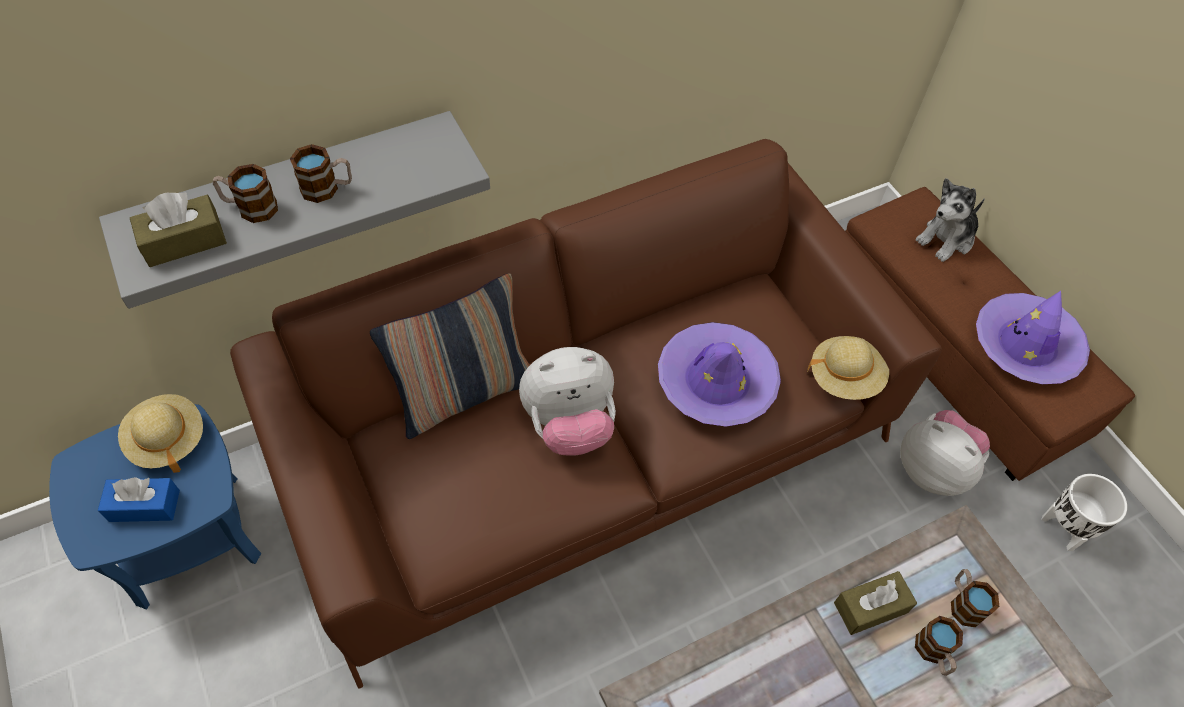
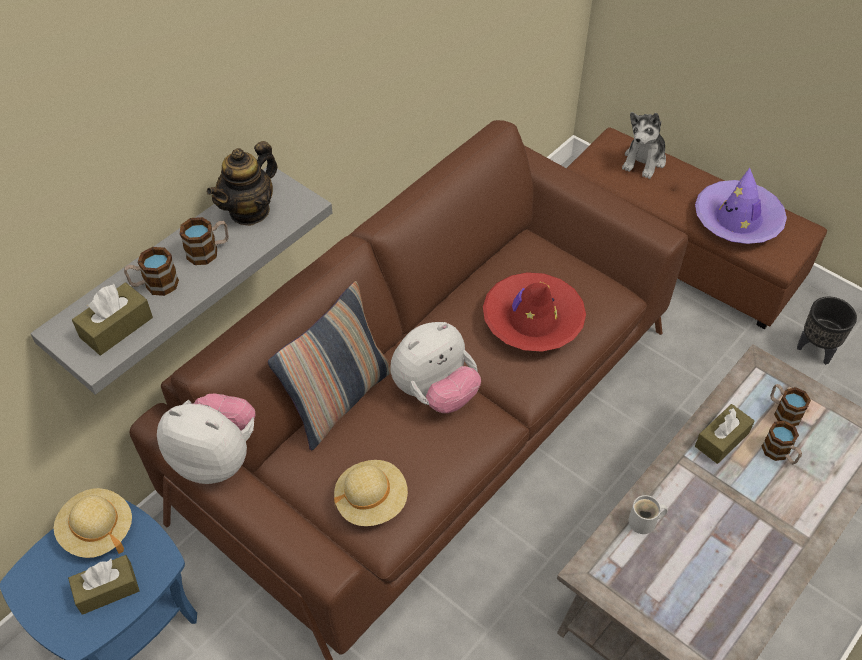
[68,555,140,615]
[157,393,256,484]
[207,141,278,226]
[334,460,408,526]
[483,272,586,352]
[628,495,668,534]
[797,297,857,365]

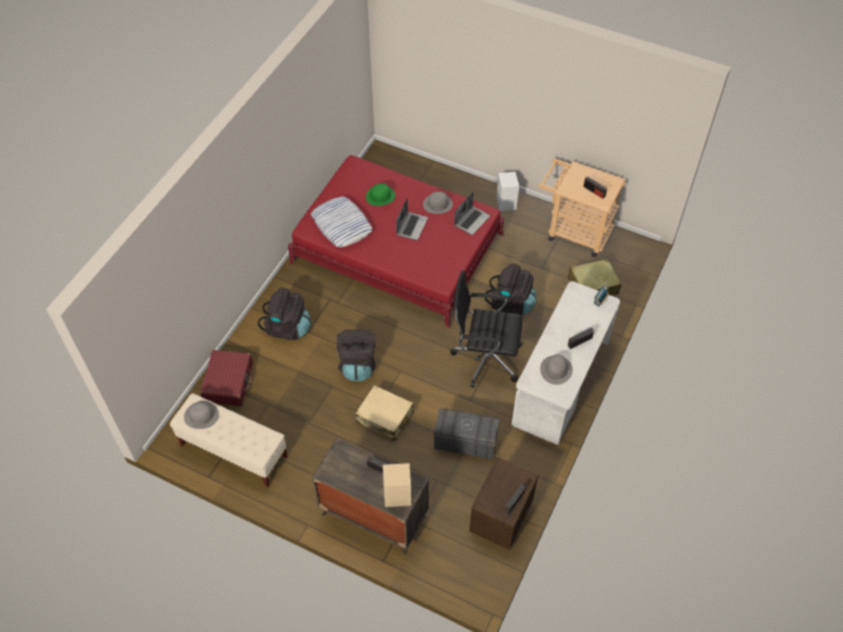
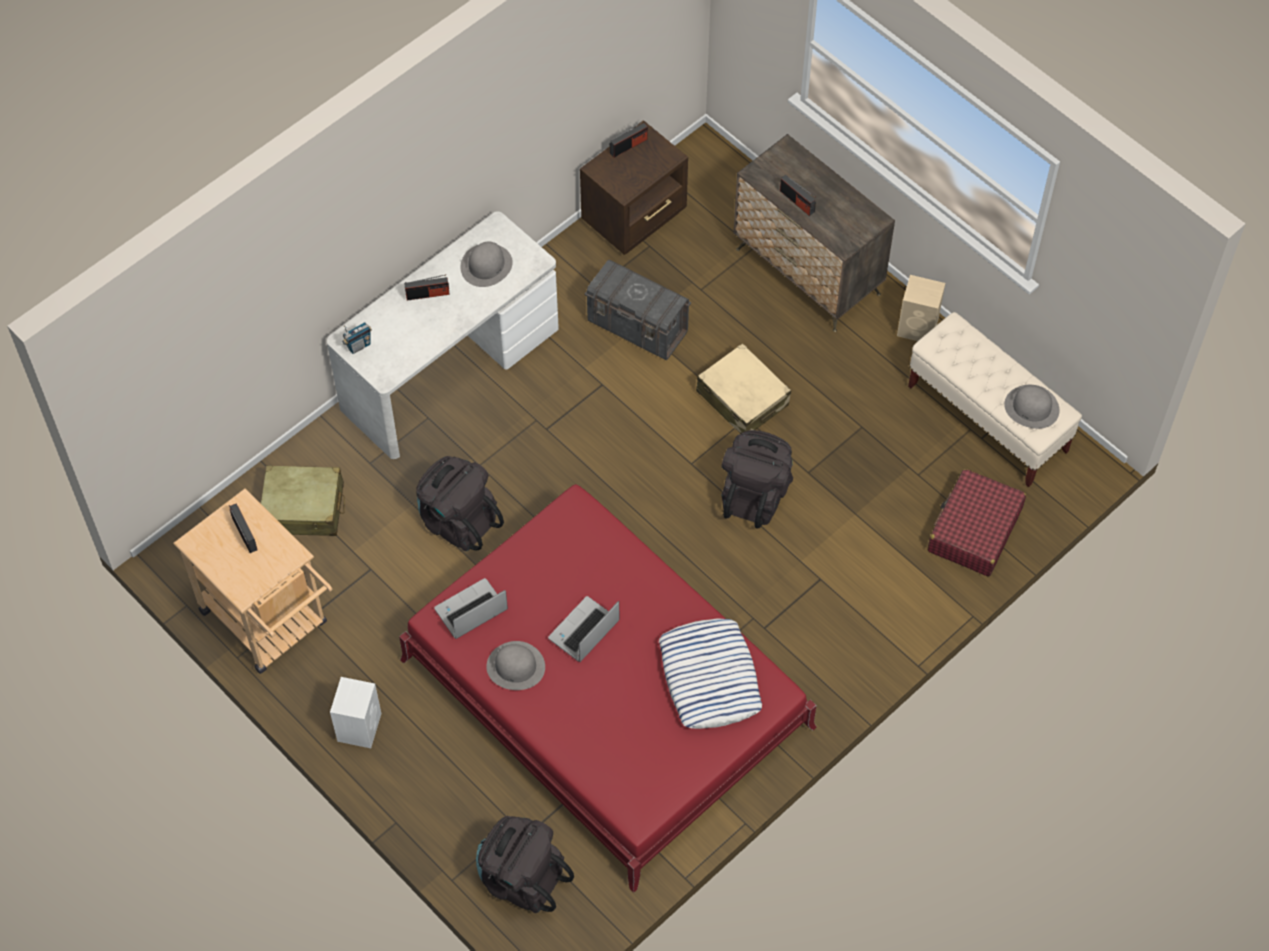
[476,816,574,913]
[897,275,945,341]
[366,183,395,206] (first image)
[450,270,523,387] (first image)

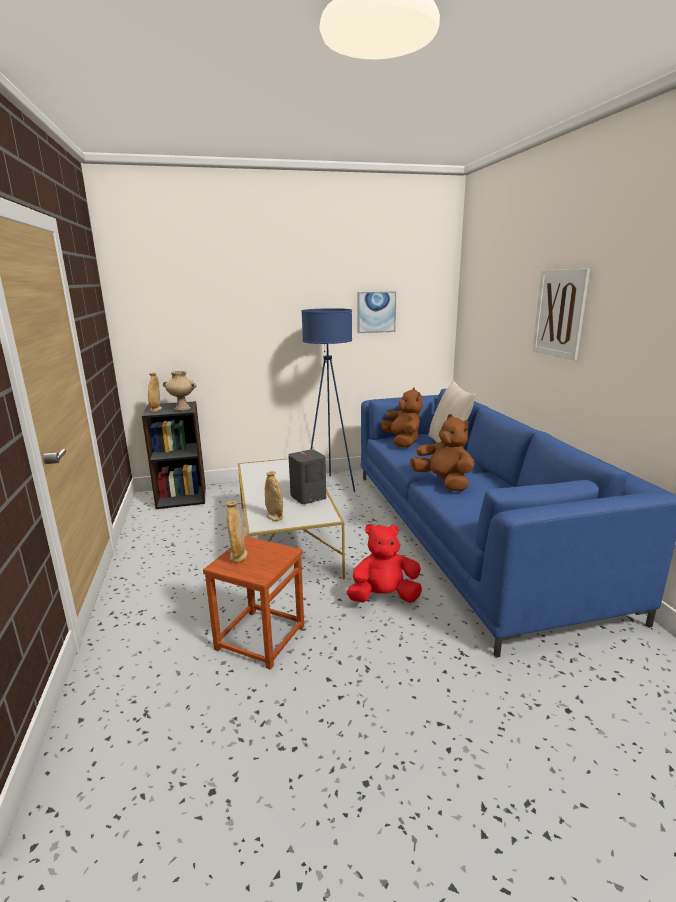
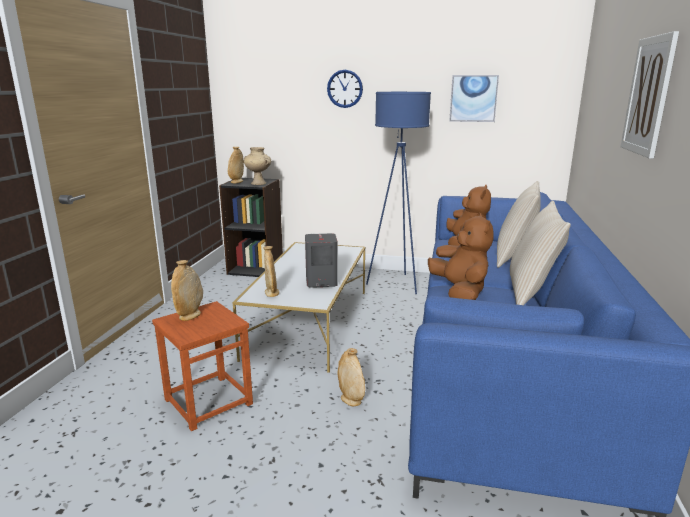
[327,70,363,108]
[338,348,365,406]
[510,201,571,305]

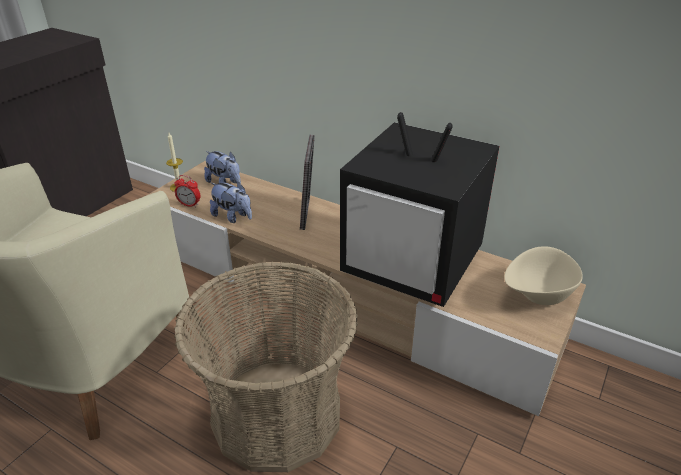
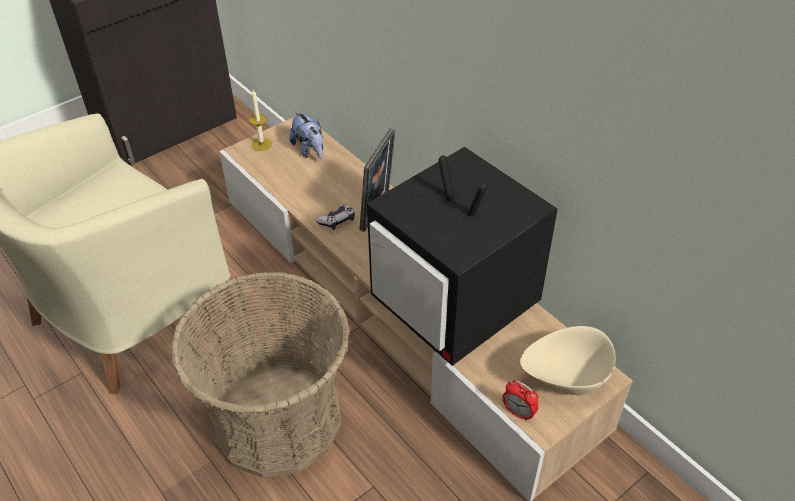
[316,205,355,230]
[502,380,539,421]
[210,182,252,223] (first image)

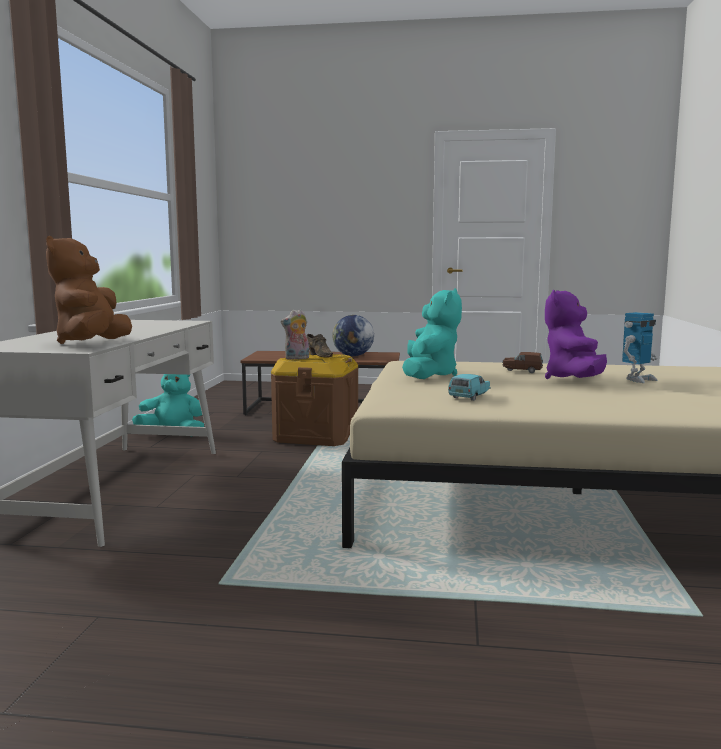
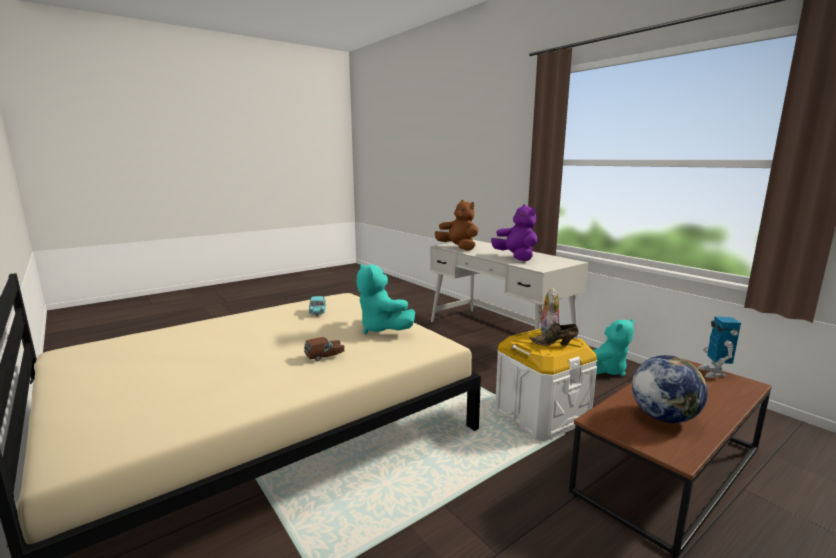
[491,204,538,261]
[495,328,597,440]
[697,316,741,378]

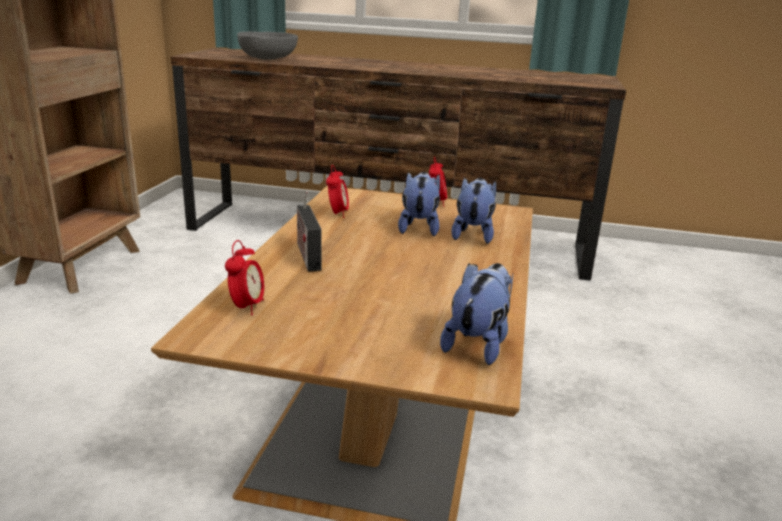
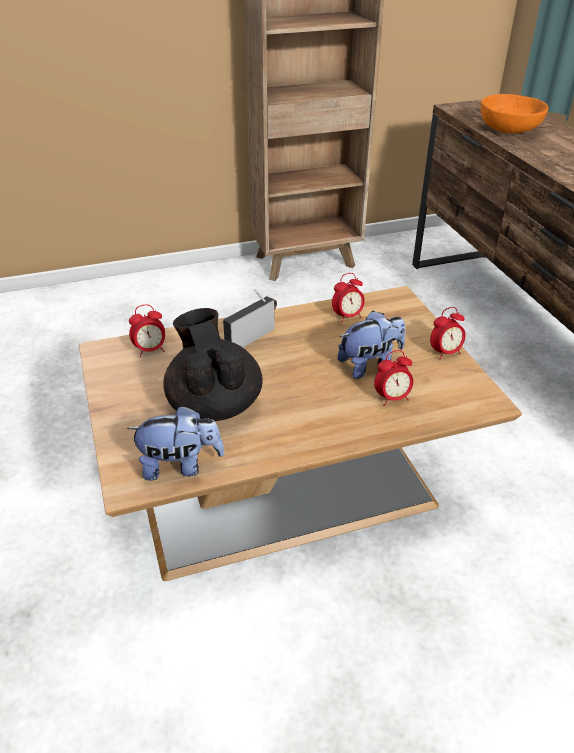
[163,308,263,421]
[374,350,413,406]
[481,94,548,133]

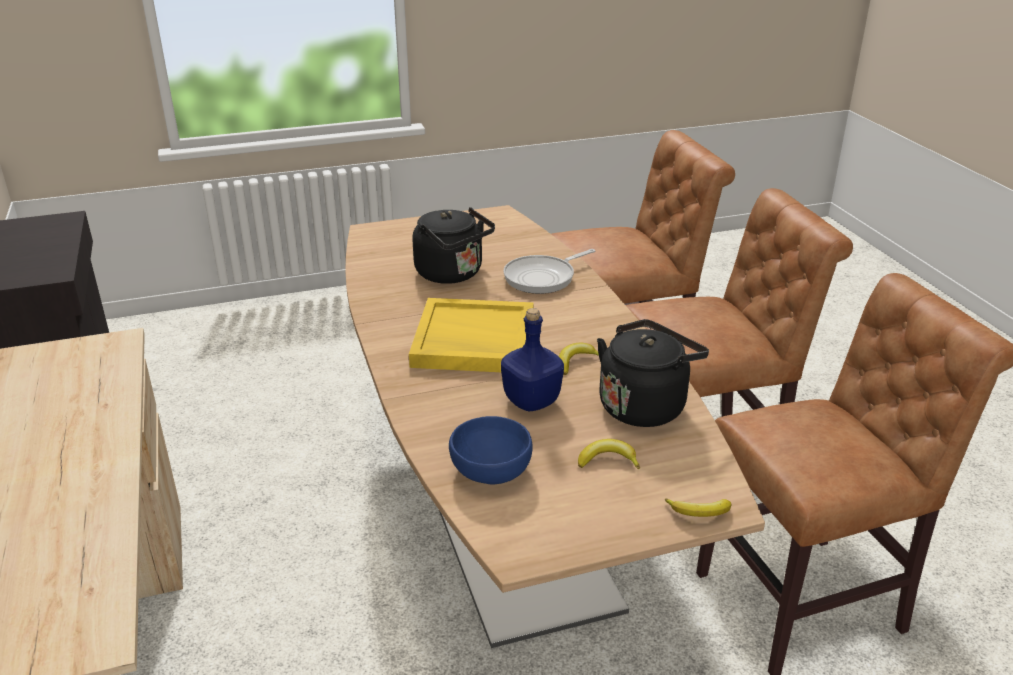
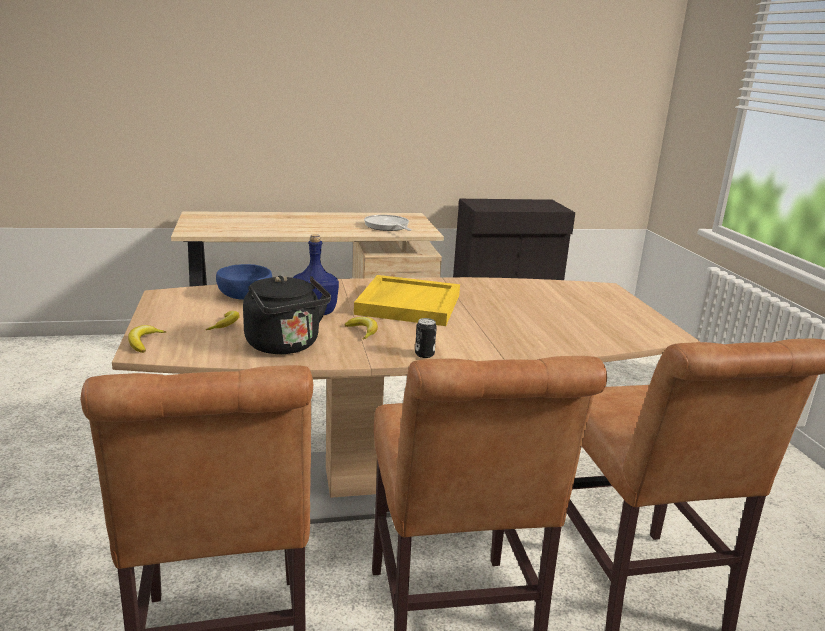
[364,215,412,231]
[415,318,437,358]
[412,207,495,284] (first image)

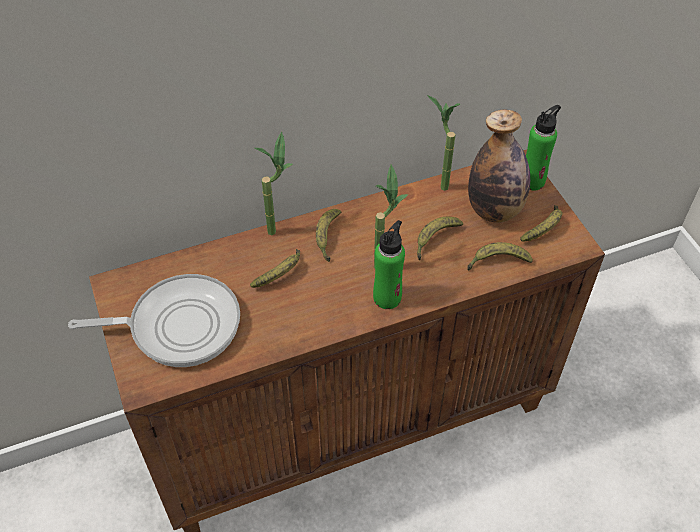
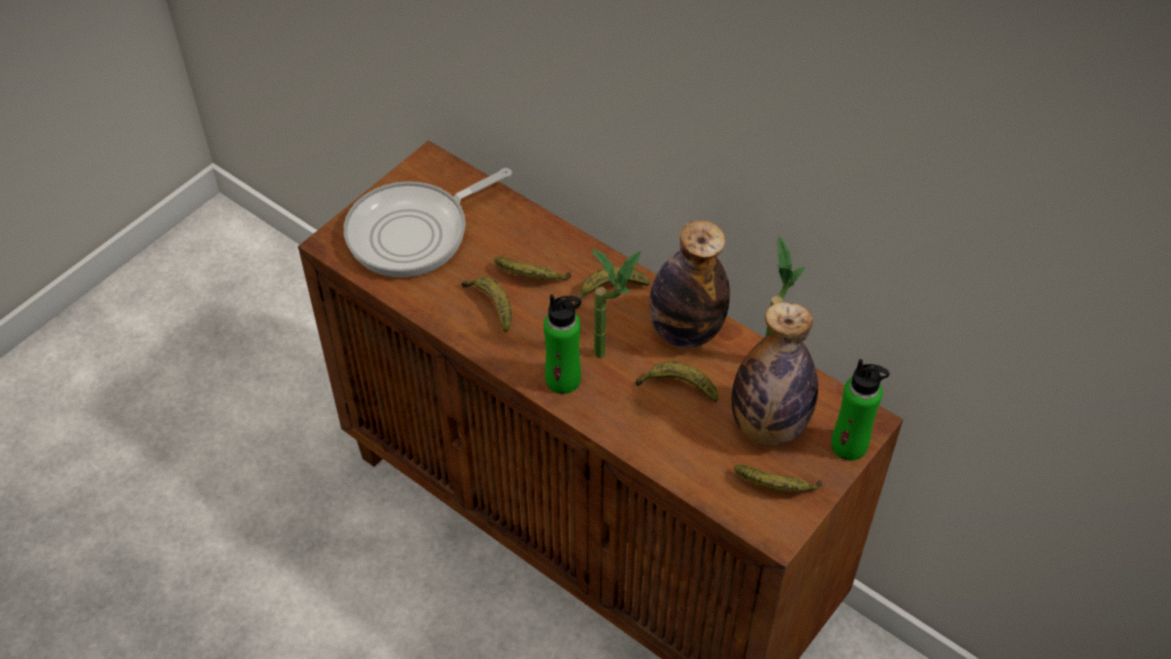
[344,168,512,277]
[461,276,512,332]
[649,220,730,348]
[255,132,293,236] (first image)

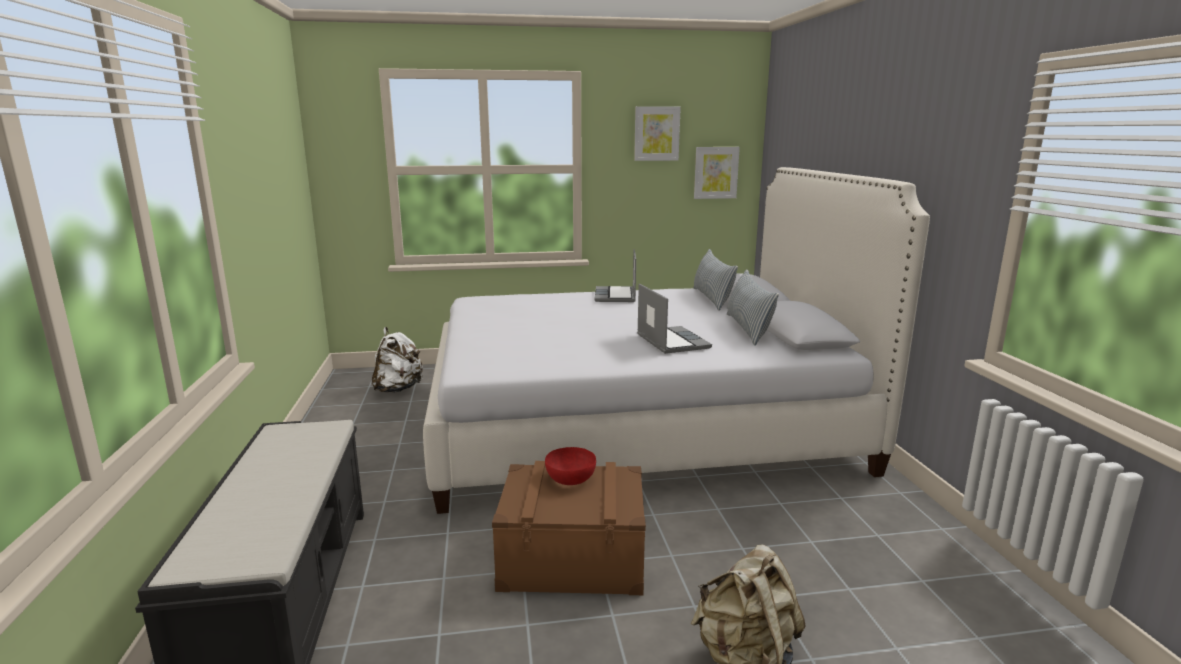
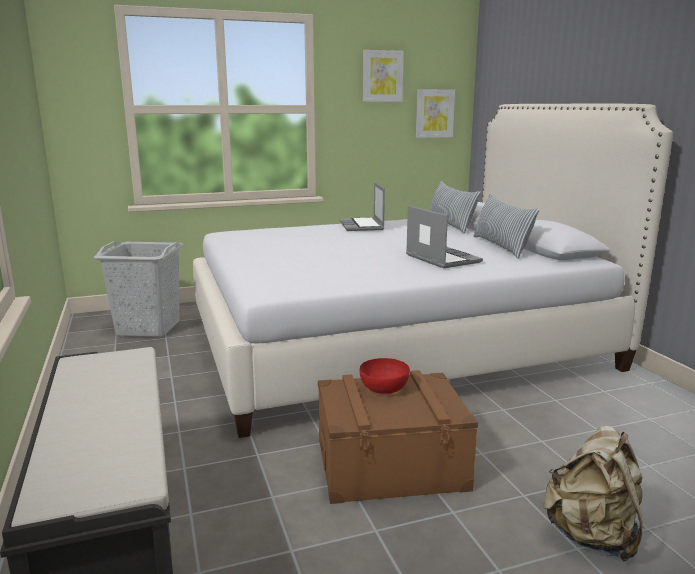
[94,241,184,337]

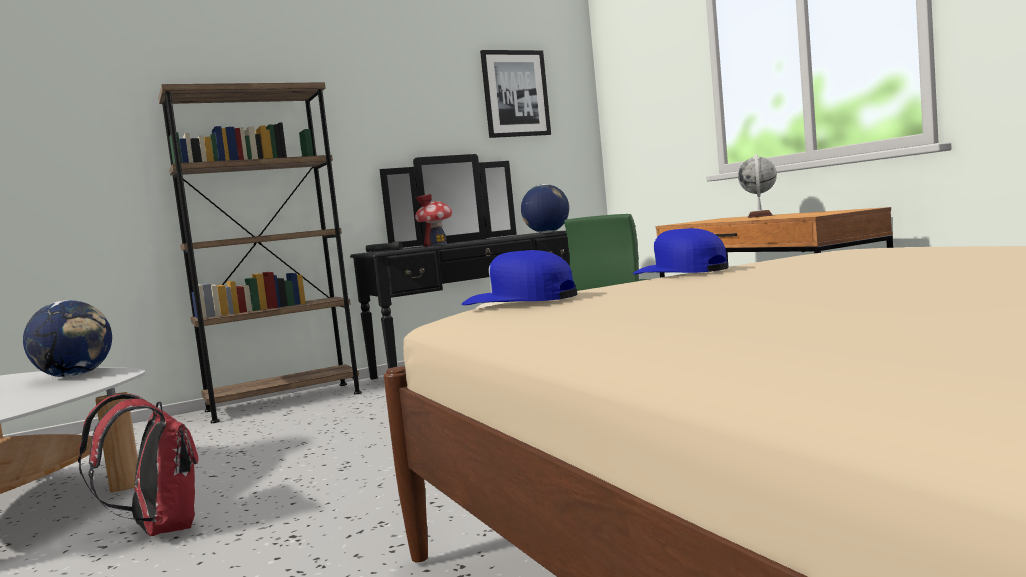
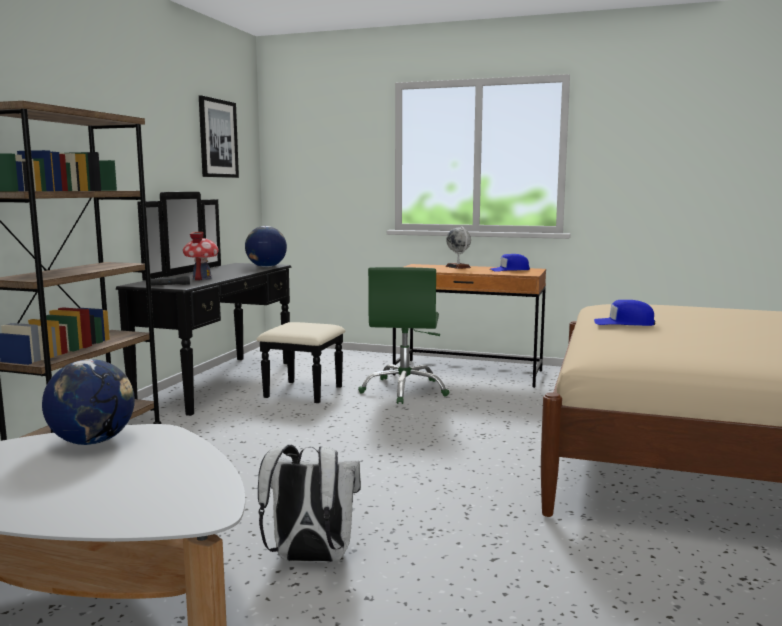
[258,444,361,562]
[490,254,530,272]

